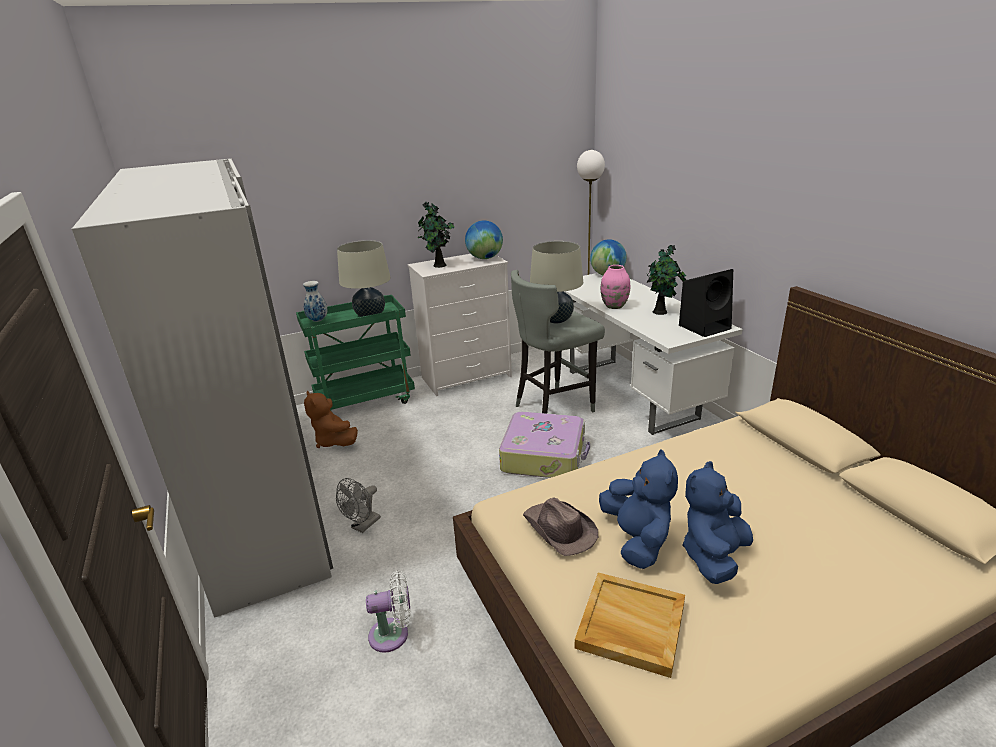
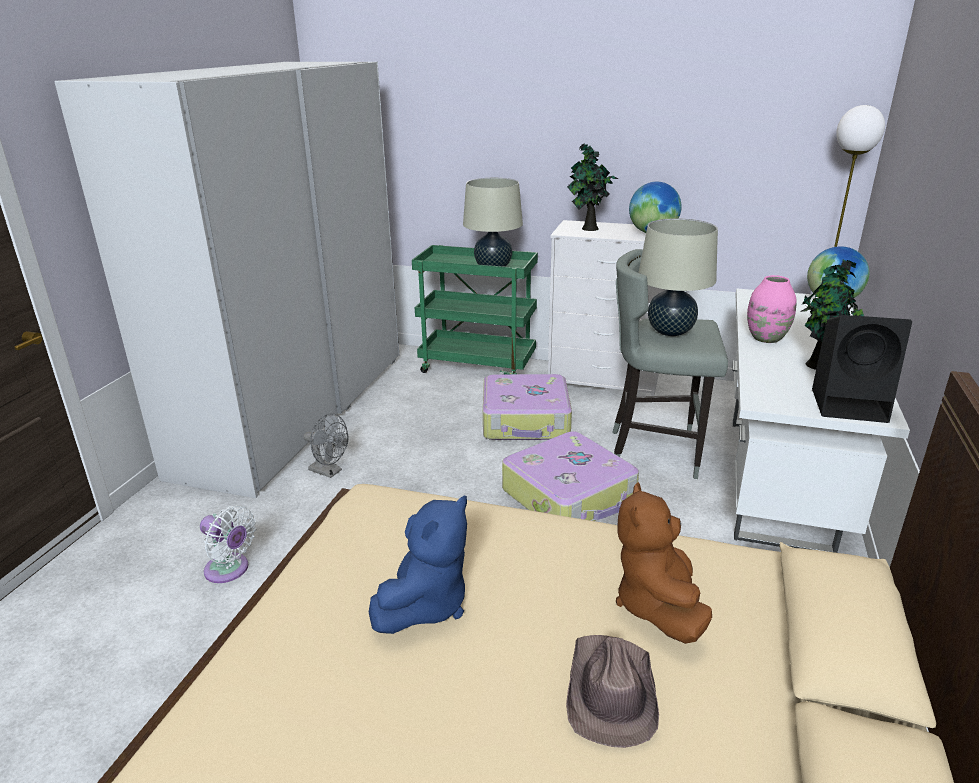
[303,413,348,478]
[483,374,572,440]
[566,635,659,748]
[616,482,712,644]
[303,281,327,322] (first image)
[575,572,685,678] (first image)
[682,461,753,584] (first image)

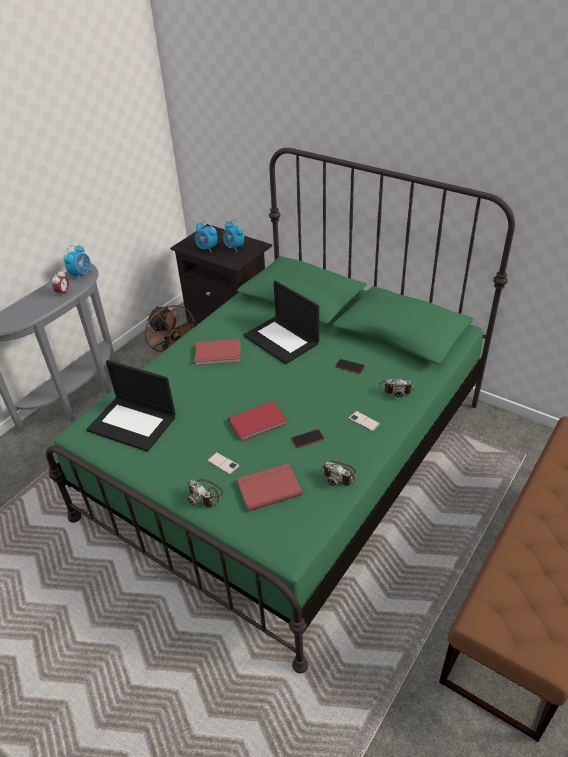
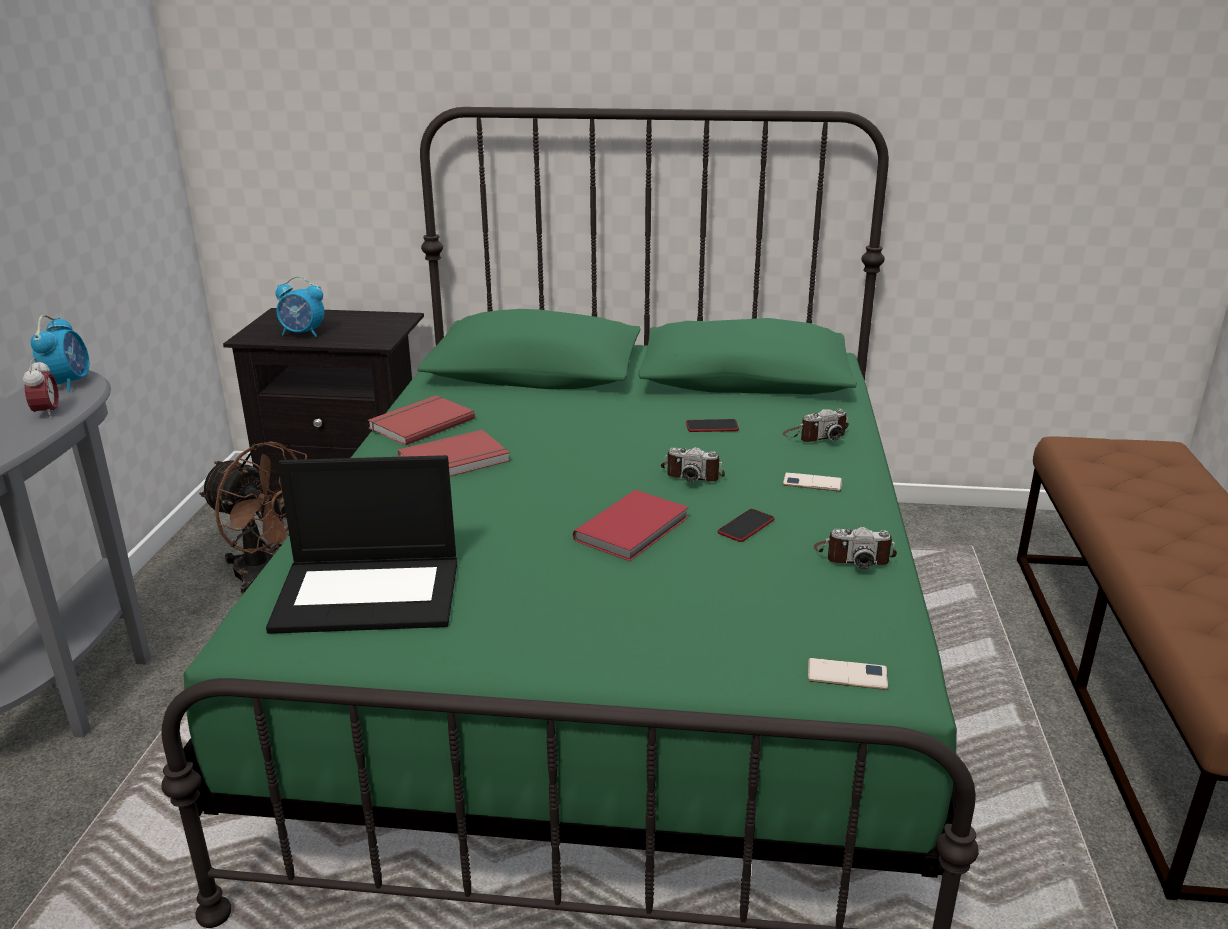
[368,395,475,446]
[661,447,725,482]
[808,658,888,690]
[223,220,244,252] (first image)
[244,281,319,364] (first image)

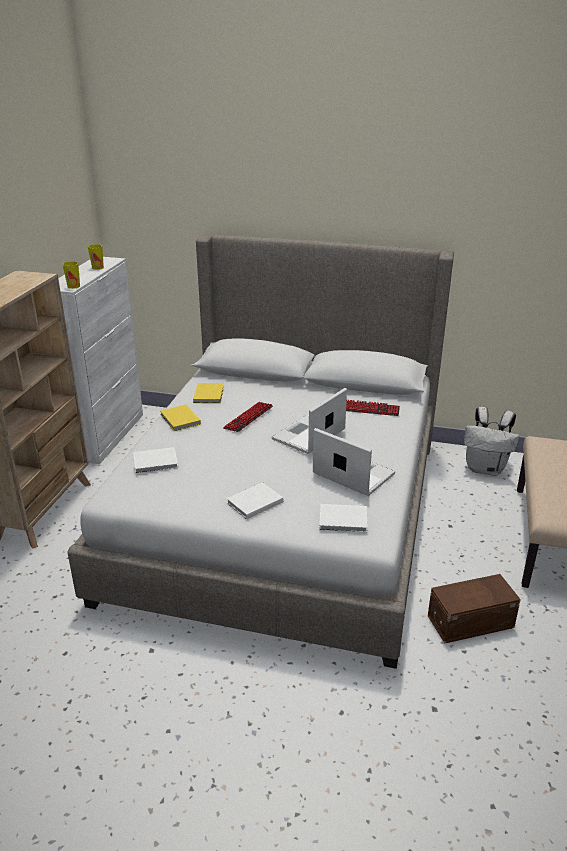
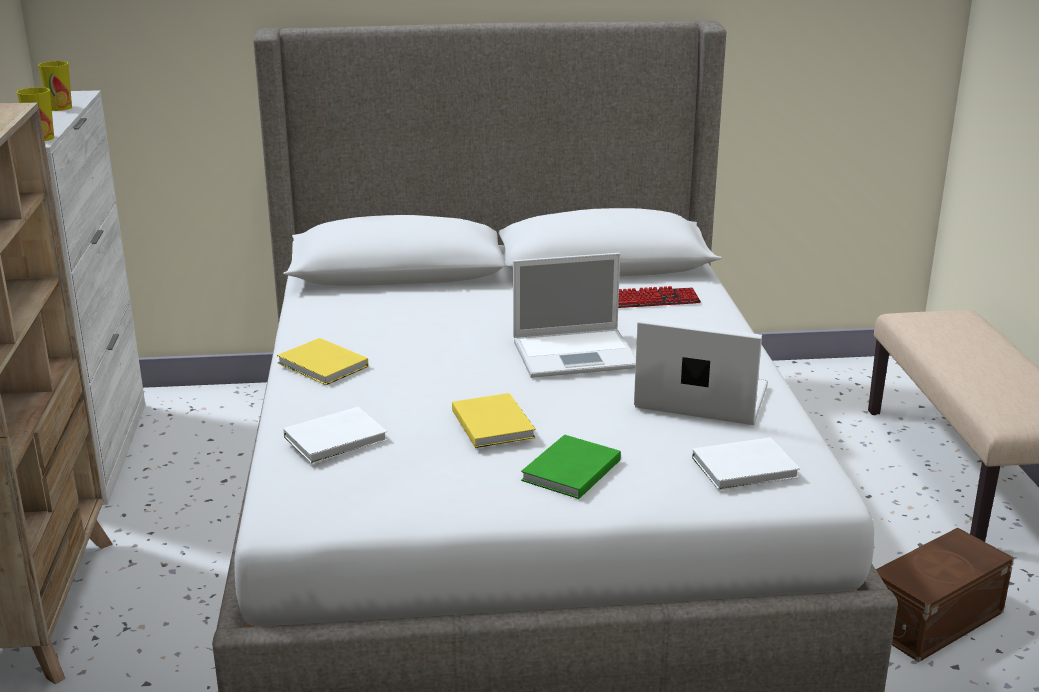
[452,393,535,448]
[513,253,636,378]
[521,435,621,499]
[223,402,273,432] (first image)
[464,407,519,476] (first image)

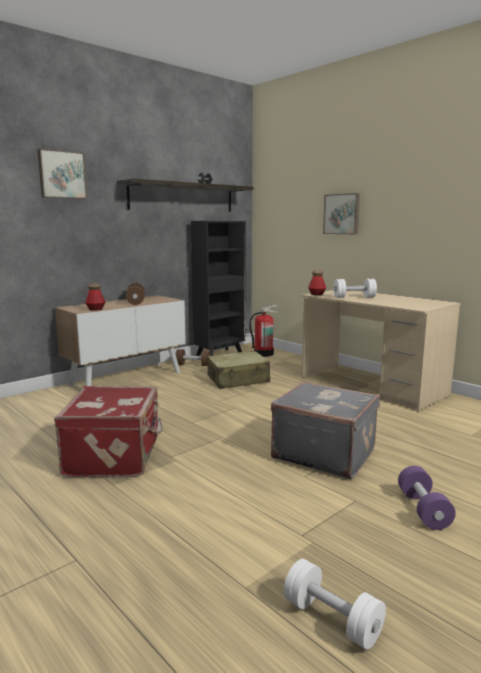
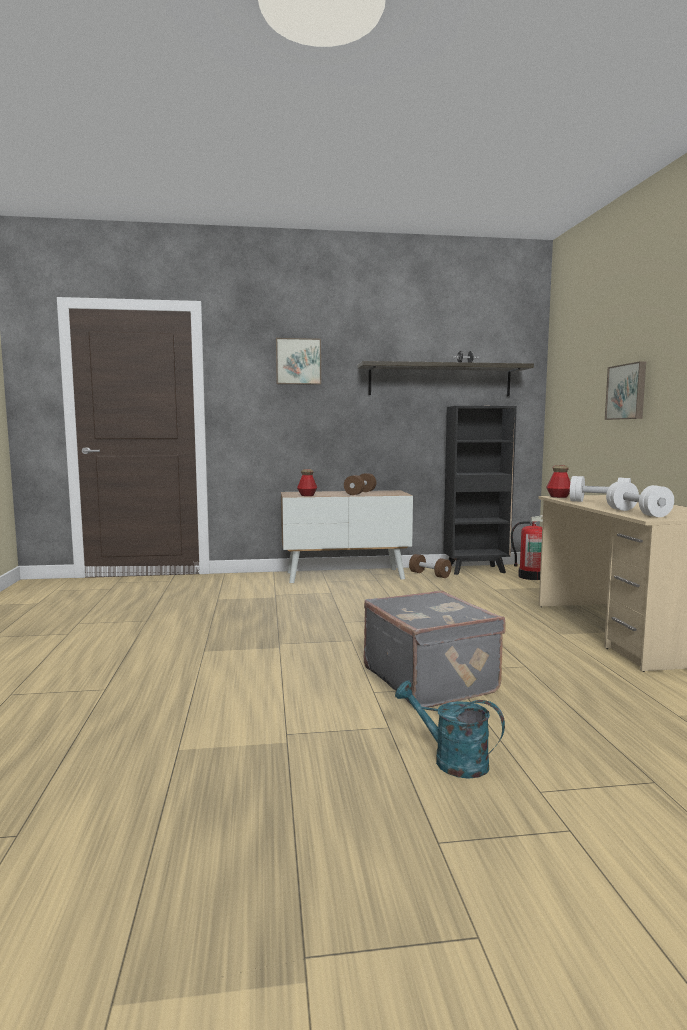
[395,680,505,779]
[606,481,674,517]
[54,386,163,478] (first image)
[207,351,270,389] (first image)

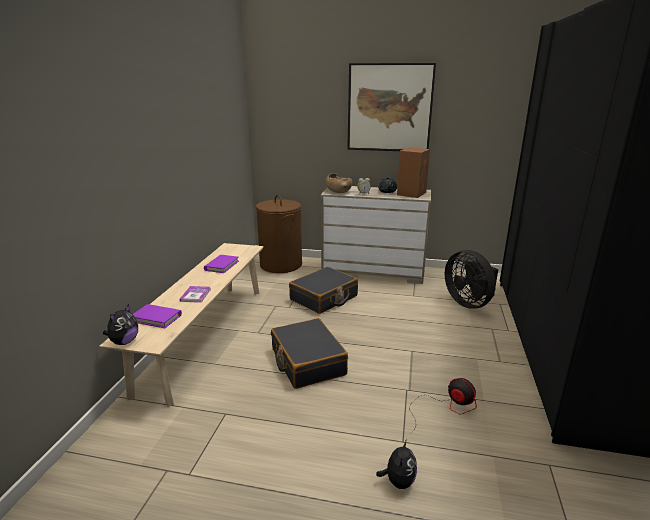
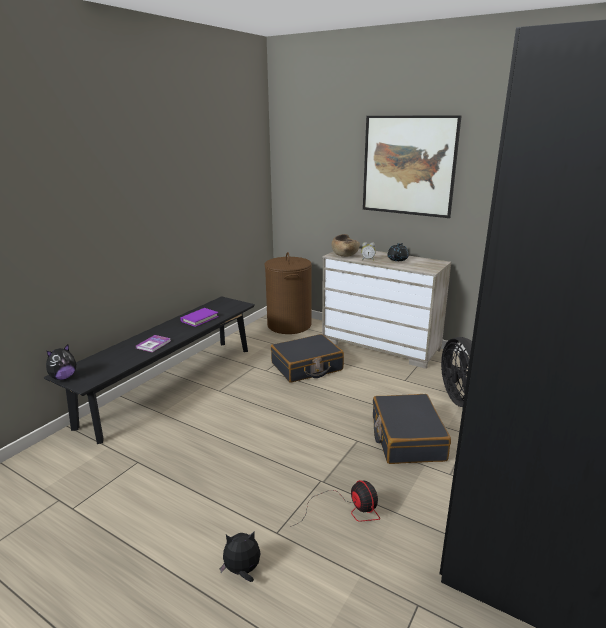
[44,296,255,444]
[220,532,261,582]
[373,394,451,464]
[133,304,182,328] (first image)
[397,147,430,198] (first image)

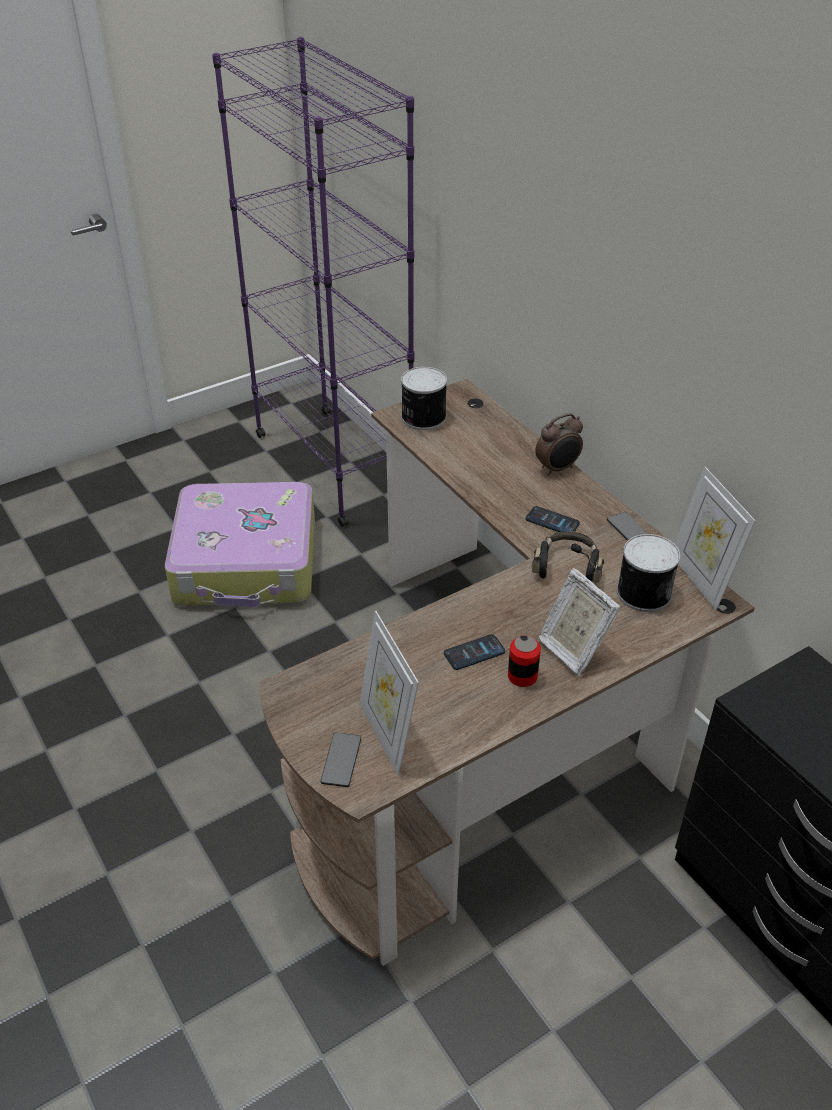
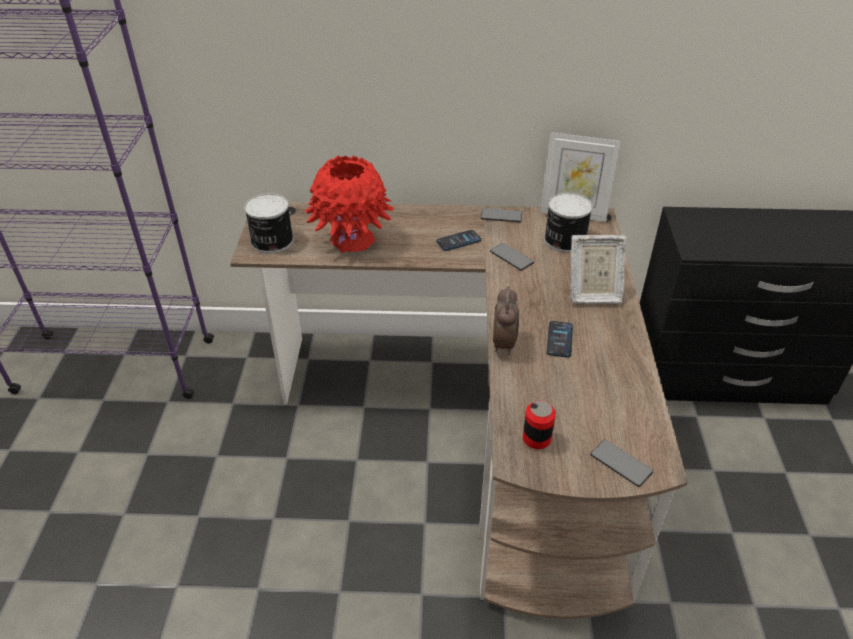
[305,156,394,253]
[490,243,534,271]
[493,286,519,355]
[523,401,556,449]
[165,482,315,607] (first image)
[359,611,419,776] (first image)

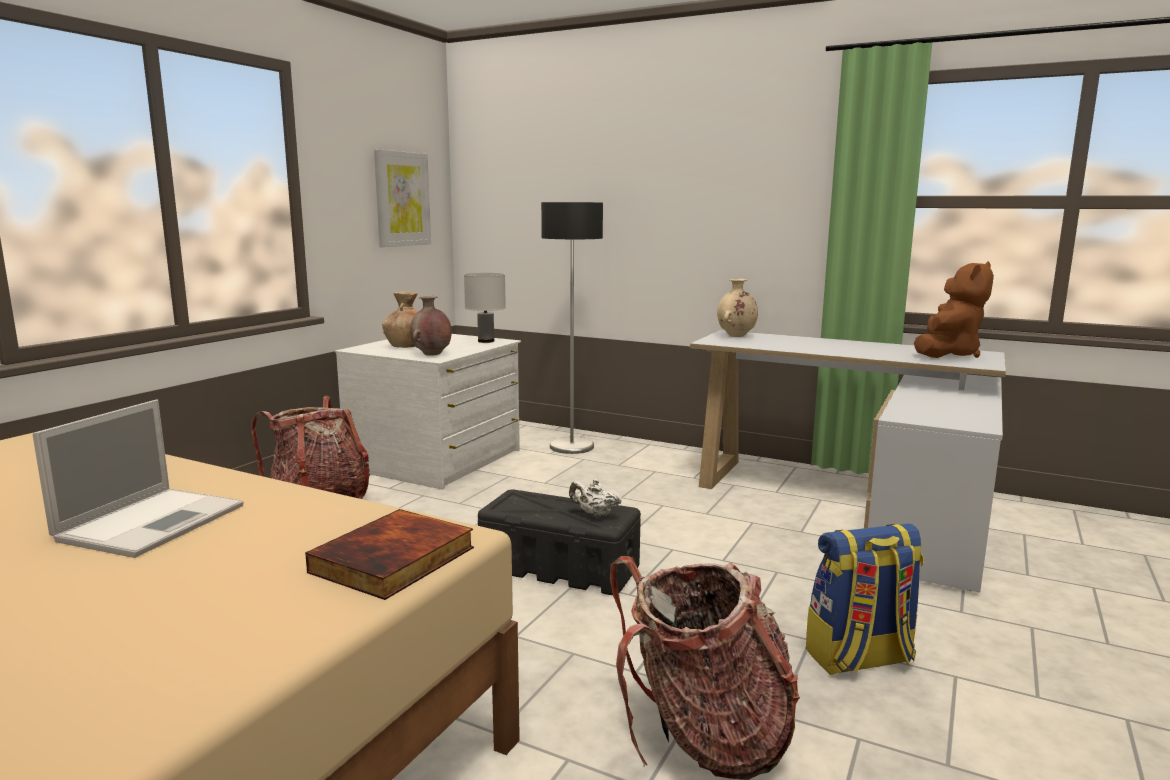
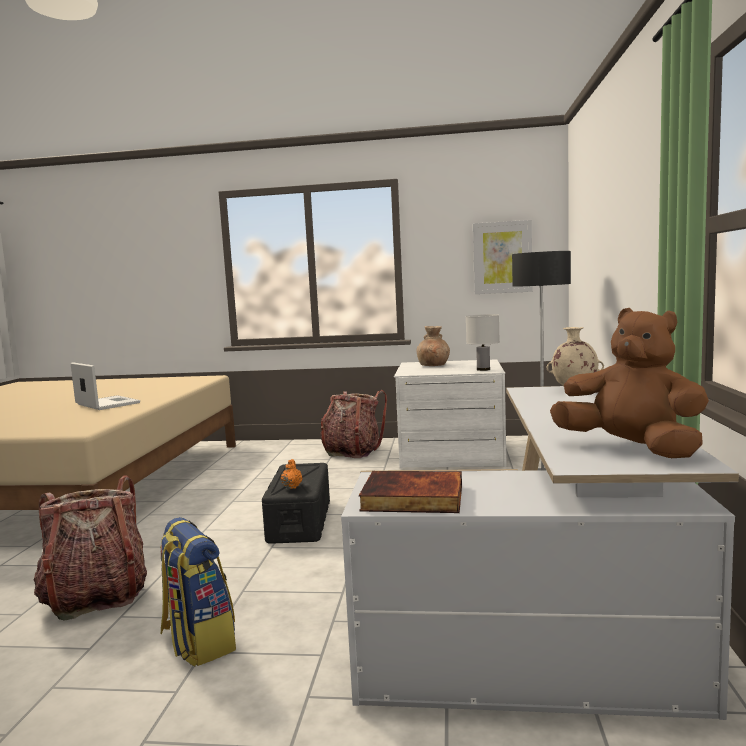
[71,362,140,410]
[281,459,302,489]
[359,471,462,513]
[550,308,709,458]
[410,296,452,356] (first image)

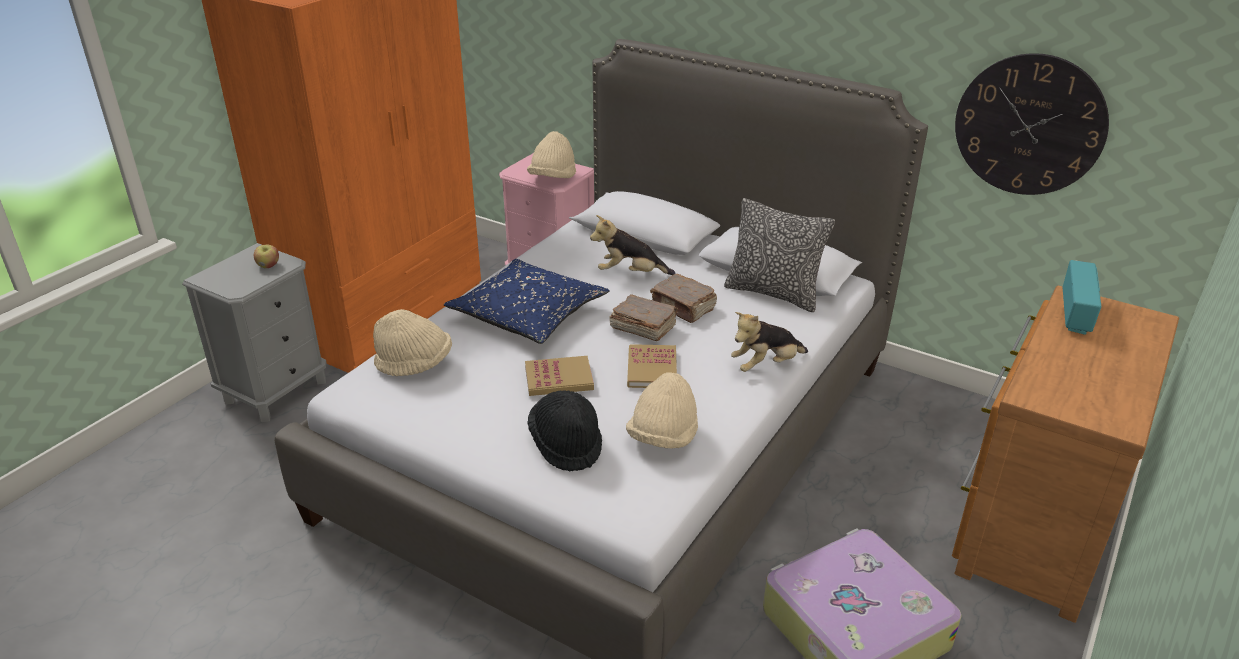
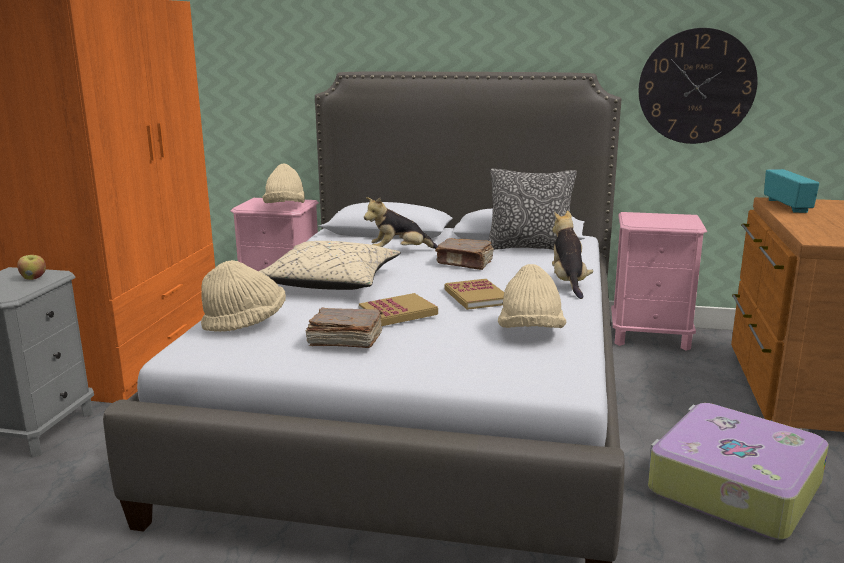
[259,241,401,290]
[306,307,383,348]
[552,211,593,299]
[611,212,707,351]
[528,390,602,472] (first image)

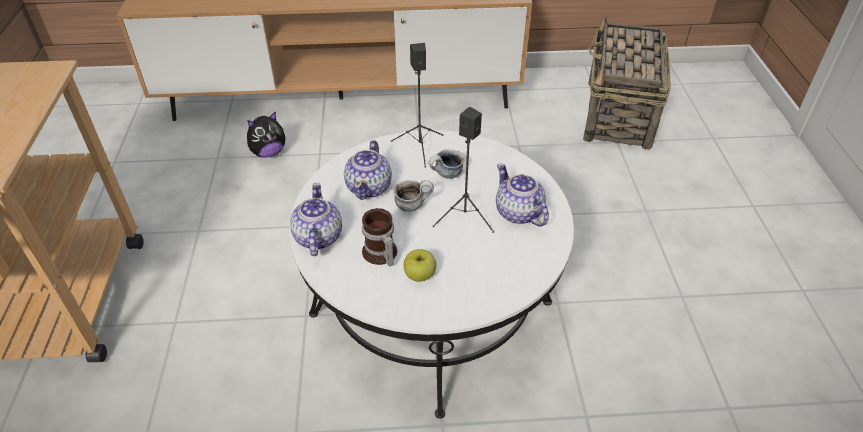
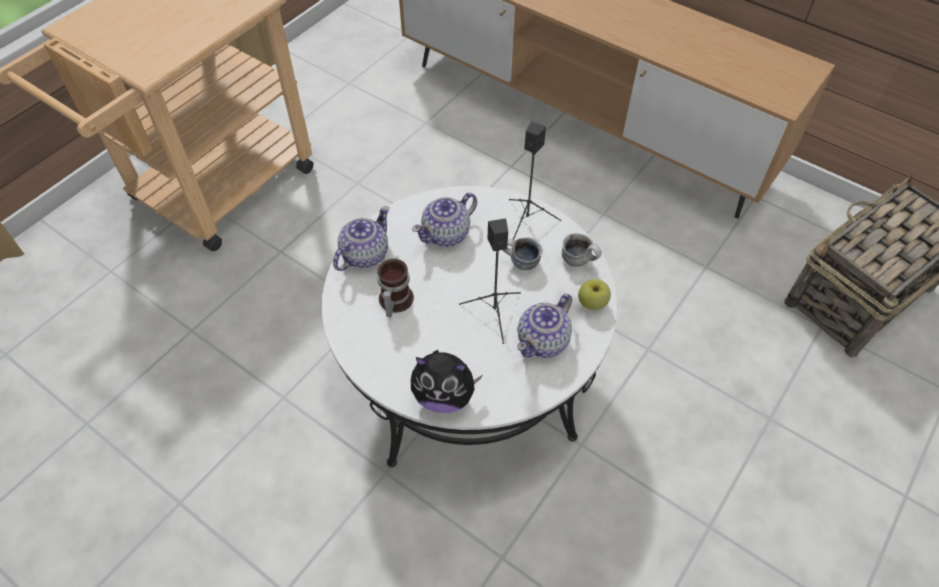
[411,350,482,413]
[517,294,572,358]
[562,233,602,266]
[578,279,611,310]

